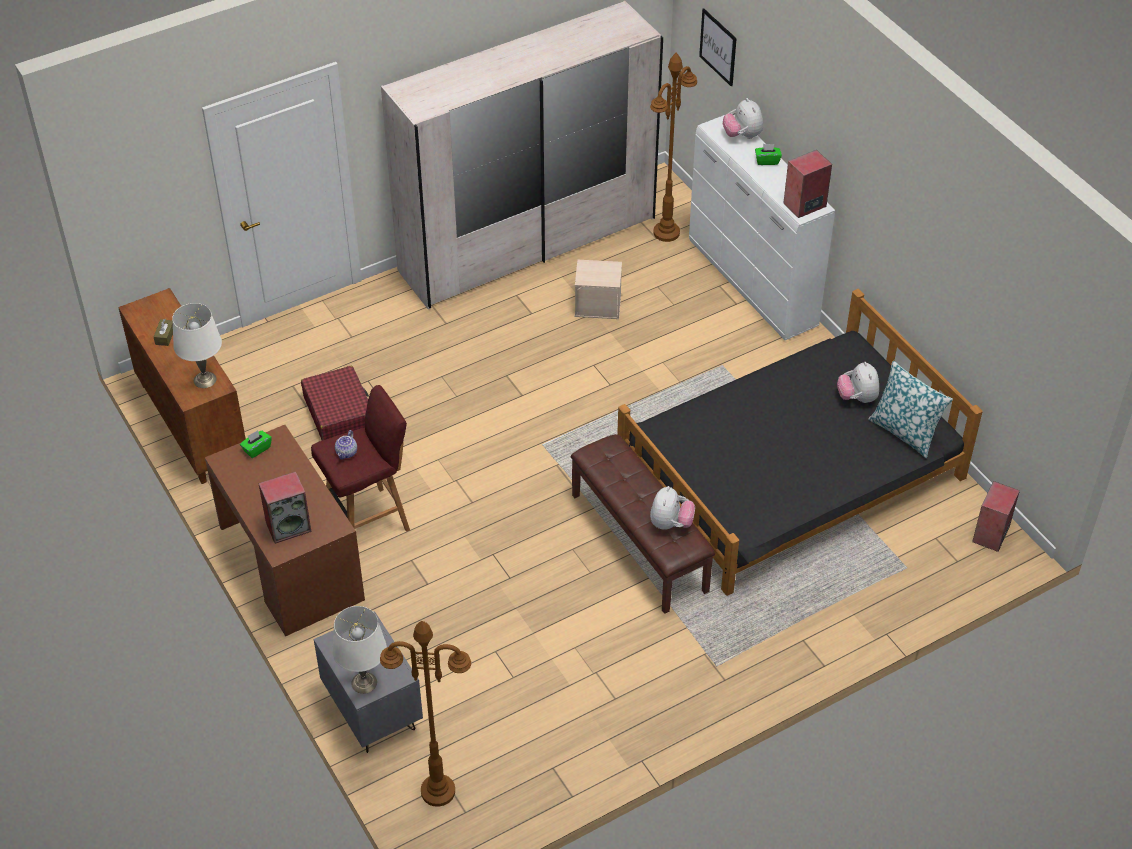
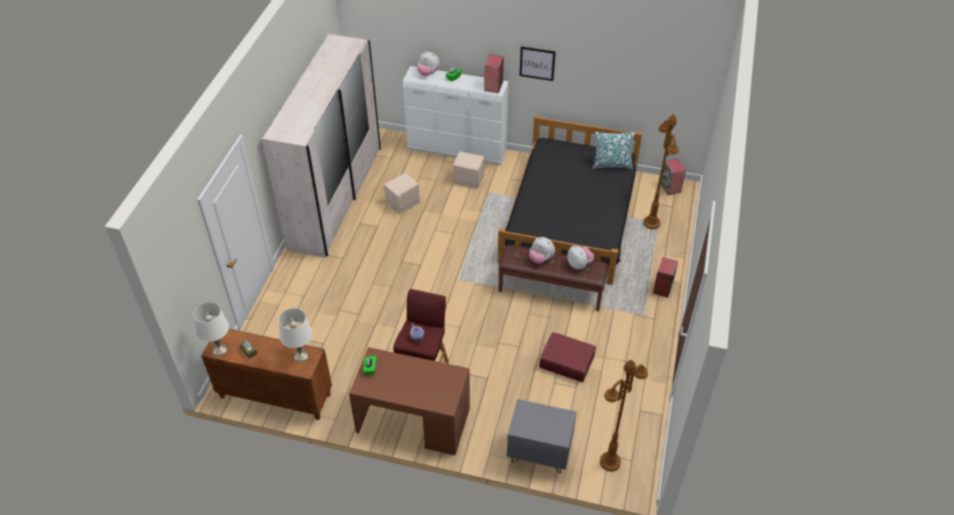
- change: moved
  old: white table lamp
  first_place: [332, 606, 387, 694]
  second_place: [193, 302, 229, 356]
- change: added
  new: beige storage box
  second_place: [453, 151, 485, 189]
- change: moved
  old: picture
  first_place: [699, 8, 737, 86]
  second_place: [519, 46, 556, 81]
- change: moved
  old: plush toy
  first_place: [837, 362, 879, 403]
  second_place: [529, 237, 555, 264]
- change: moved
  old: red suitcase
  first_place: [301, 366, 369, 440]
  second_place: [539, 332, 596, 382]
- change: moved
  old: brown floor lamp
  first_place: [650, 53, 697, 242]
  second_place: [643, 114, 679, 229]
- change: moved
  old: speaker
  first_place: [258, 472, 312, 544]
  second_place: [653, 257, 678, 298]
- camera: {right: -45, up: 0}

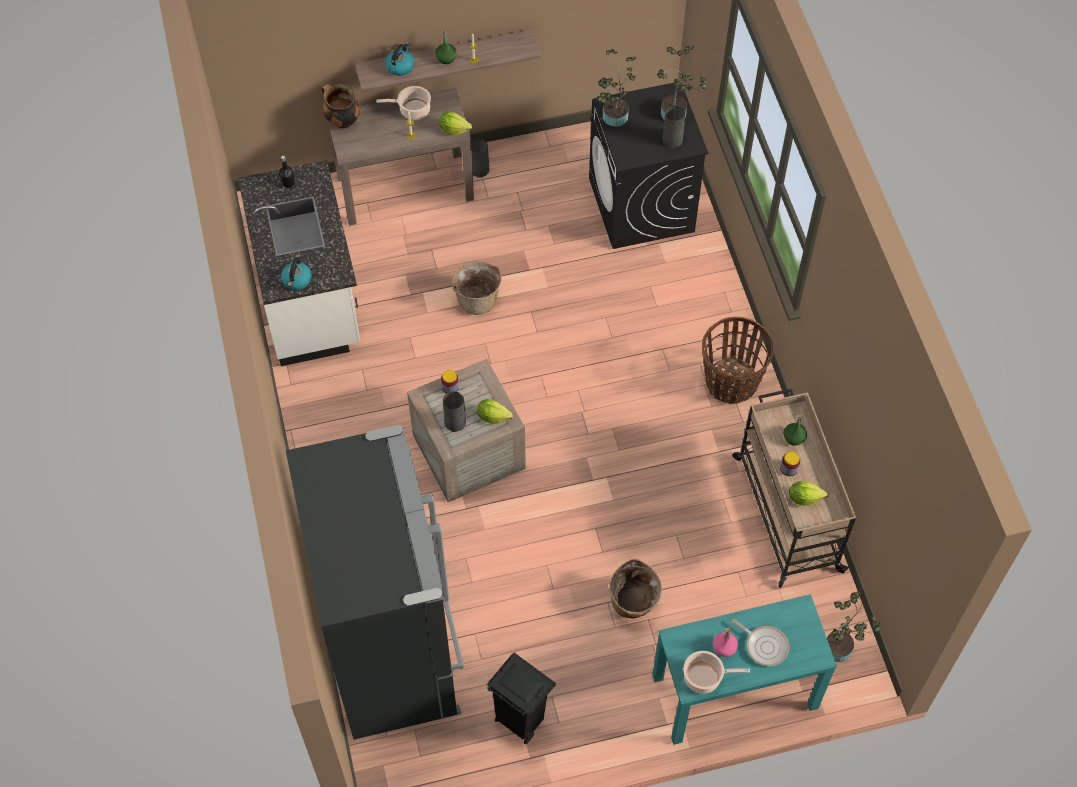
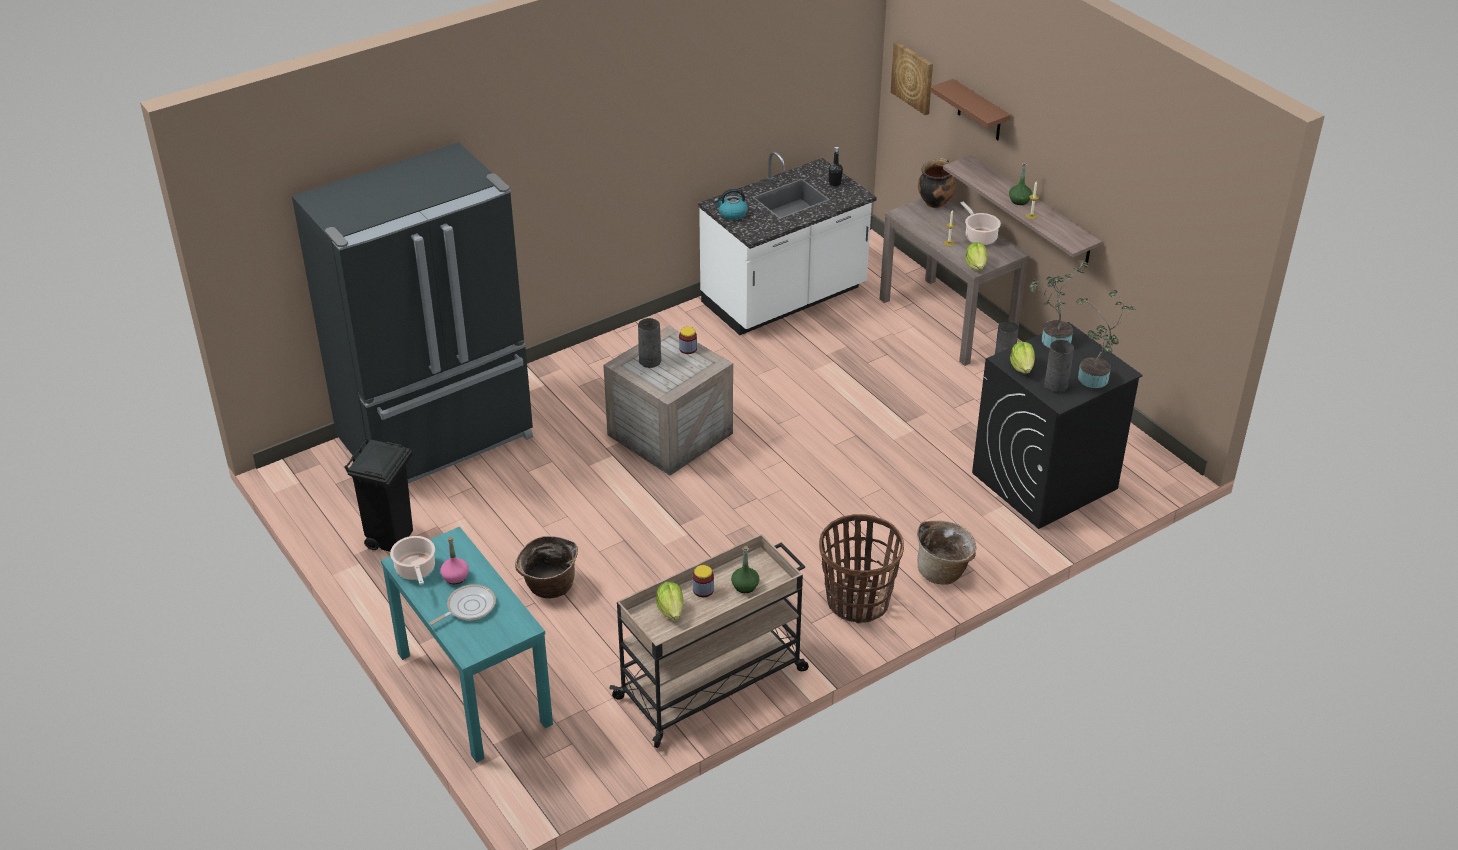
- change: turned
  old: frying pan
  first_place: [732, 619, 790, 666]
  second_place: [429, 584, 496, 625]
  degrees: -150
- change: added
  new: picture
  second_place: [891, 41, 933, 115]
- change: moved
  old: basket
  first_place: [452, 262, 502, 315]
  second_place: [917, 521, 977, 585]
- change: added
  new: brown shelf
  second_place: [930, 79, 1011, 140]
- change: moved
  old: lettuce
  first_place: [477, 399, 513, 424]
  second_place: [1010, 342, 1035, 373]
- change: removed
  old: kettle
  first_place: [385, 43, 414, 76]
- change: removed
  old: potted plant
  first_place: [827, 592, 880, 662]
- camera: {right: 70, up: -20}

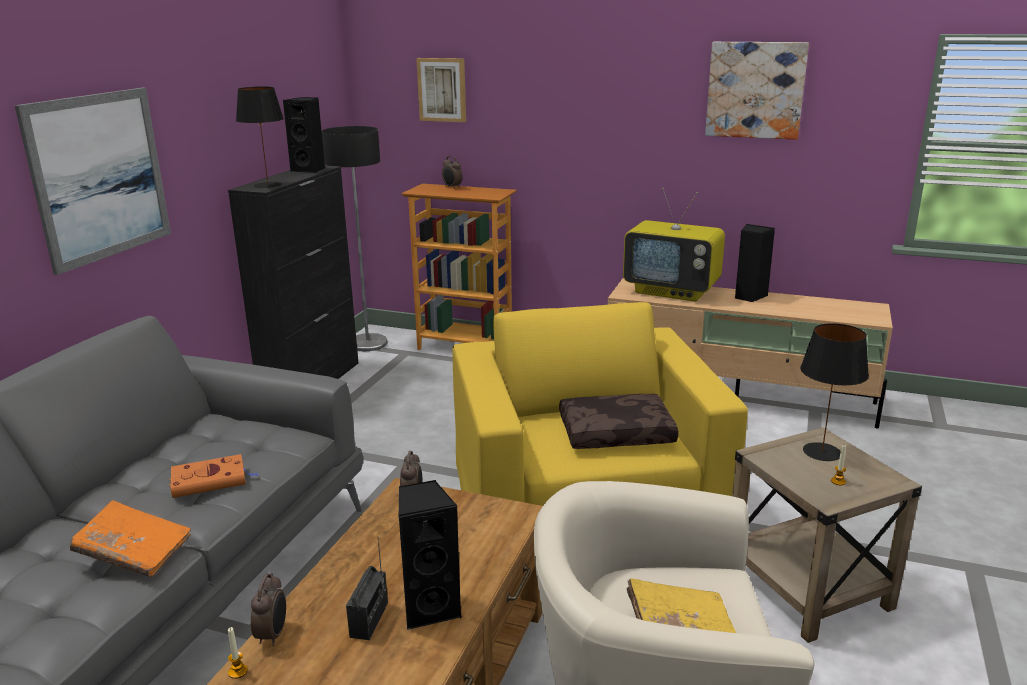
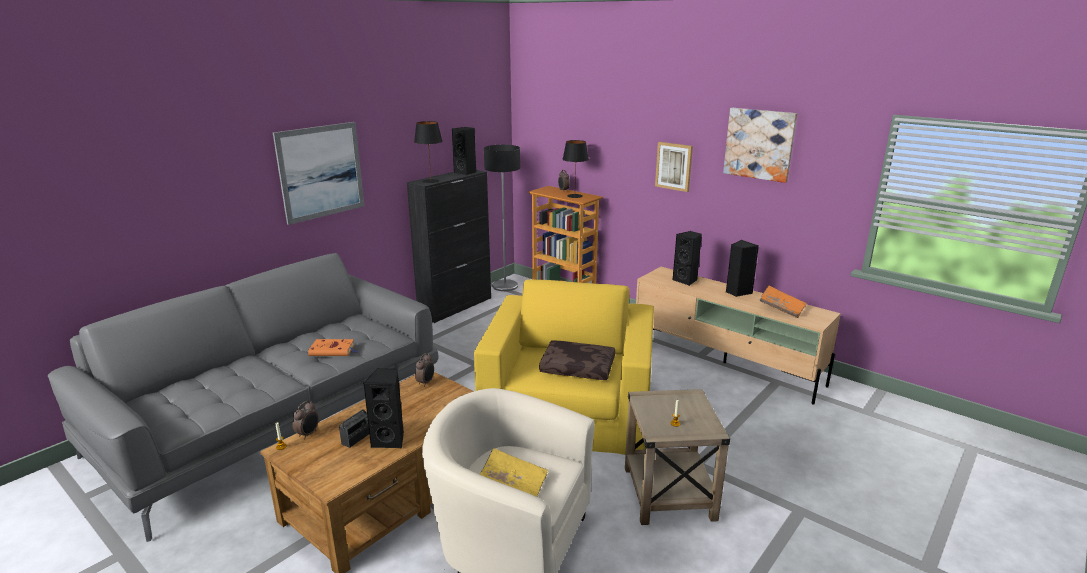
- change: moved
  old: black table lamp
  first_place: [800, 323, 869, 461]
  second_place: [563, 140, 589, 198]
- change: moved
  old: picture
  first_place: [416, 58, 466, 122]
  second_place: [655, 142, 693, 192]
- change: replaced
  old: television
  new: black speaker
  first_place: [623, 188, 725, 302]
  second_place: [673, 231, 702, 286]
- change: moved
  old: orange book
  first_place: [70, 500, 191, 577]
  second_place: [759, 286, 806, 318]
- camera: {right: 20, up: 0}

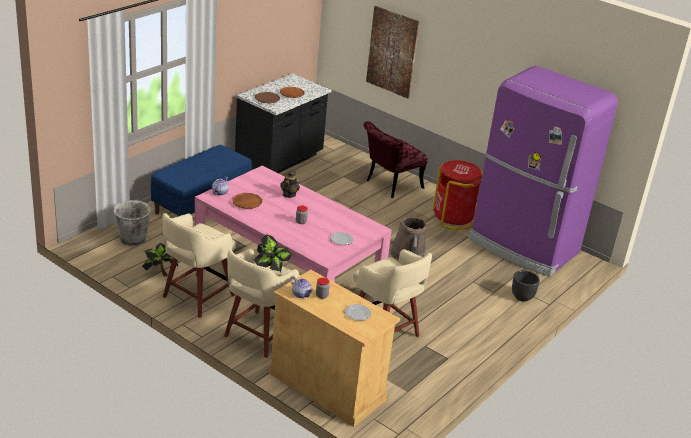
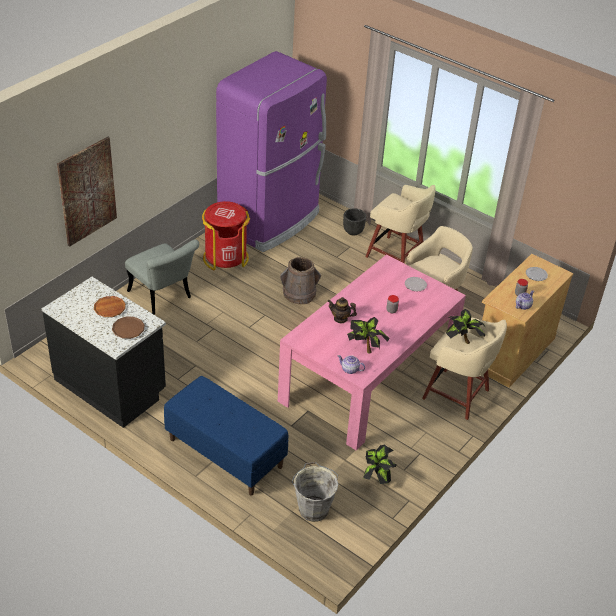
- change: recoloured
  old: red chair
  new: grey chair
  first_place: [363, 121, 428, 198]
  second_place: [125, 239, 199, 315]
- change: replaced
  old: brown plate
  new: potted plant
  first_place: [233, 193, 262, 209]
  second_place: [347, 317, 390, 353]
- change: moved
  old: beige stool
  first_place: [163, 213, 236, 318]
  second_place: [365, 185, 436, 264]
- camera: {right: -90, up: 10}

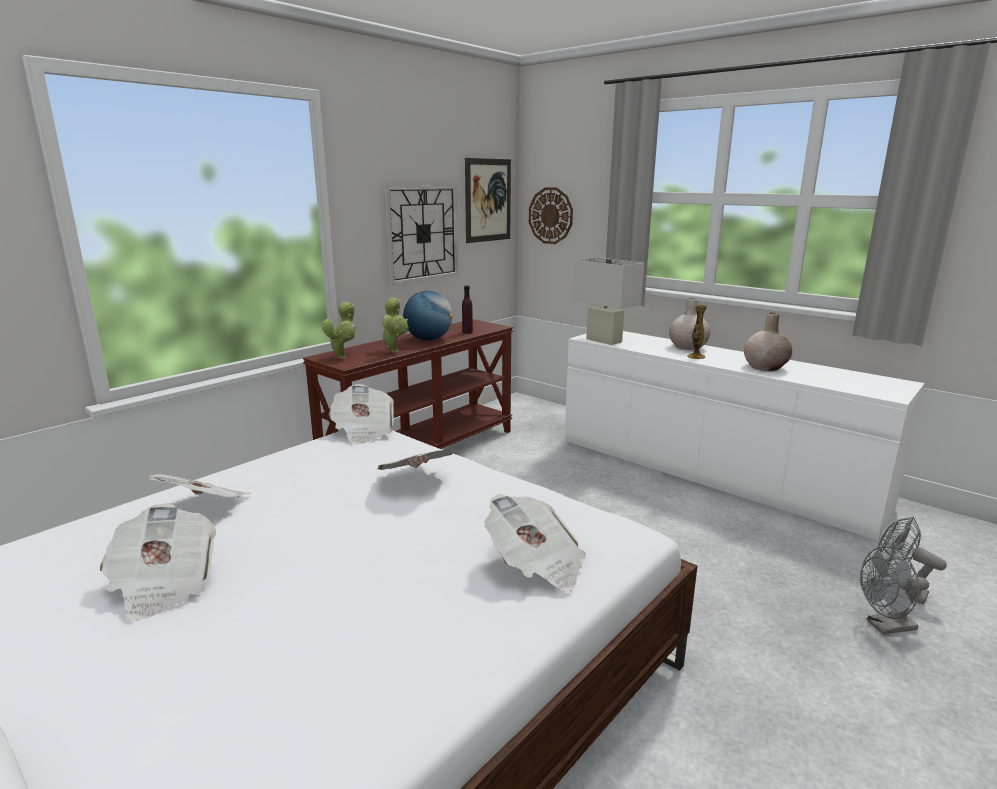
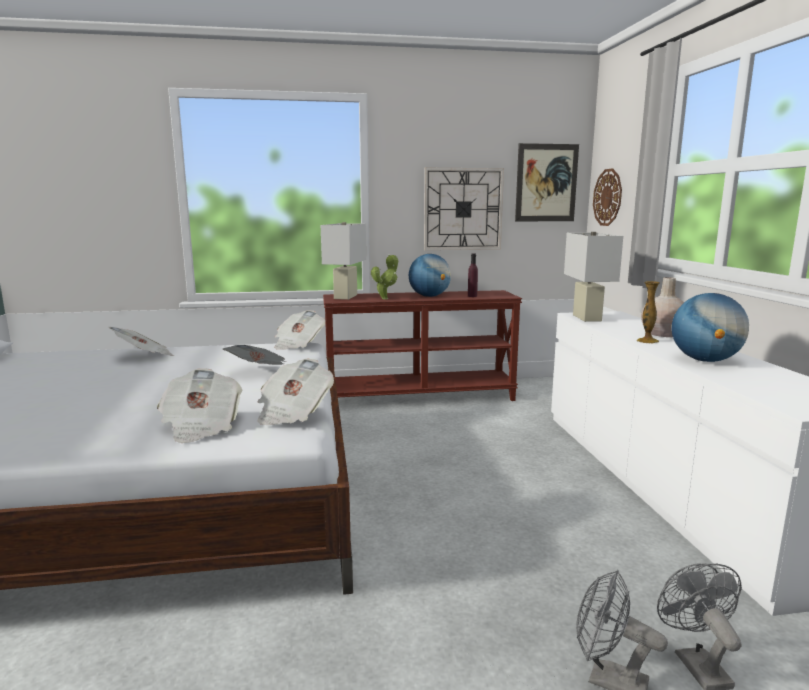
- change: moved
  old: newspaper
  first_place: [100, 503, 216, 621]
  second_place: [257, 359, 334, 425]
- change: replaced
  old: potted plant
  new: white table lamp
  first_place: [322, 302, 356, 359]
  second_place: [321, 222, 366, 300]
- change: replaced
  old: beige vase
  new: globe
  first_place: [744, 313, 792, 371]
  second_place: [672, 293, 749, 362]
- camera: {right: 40, up: -5}

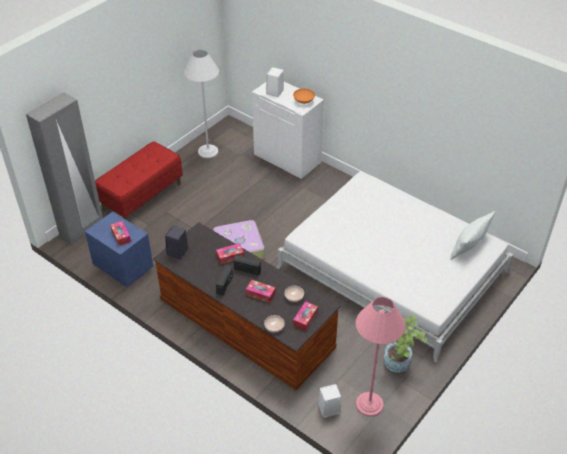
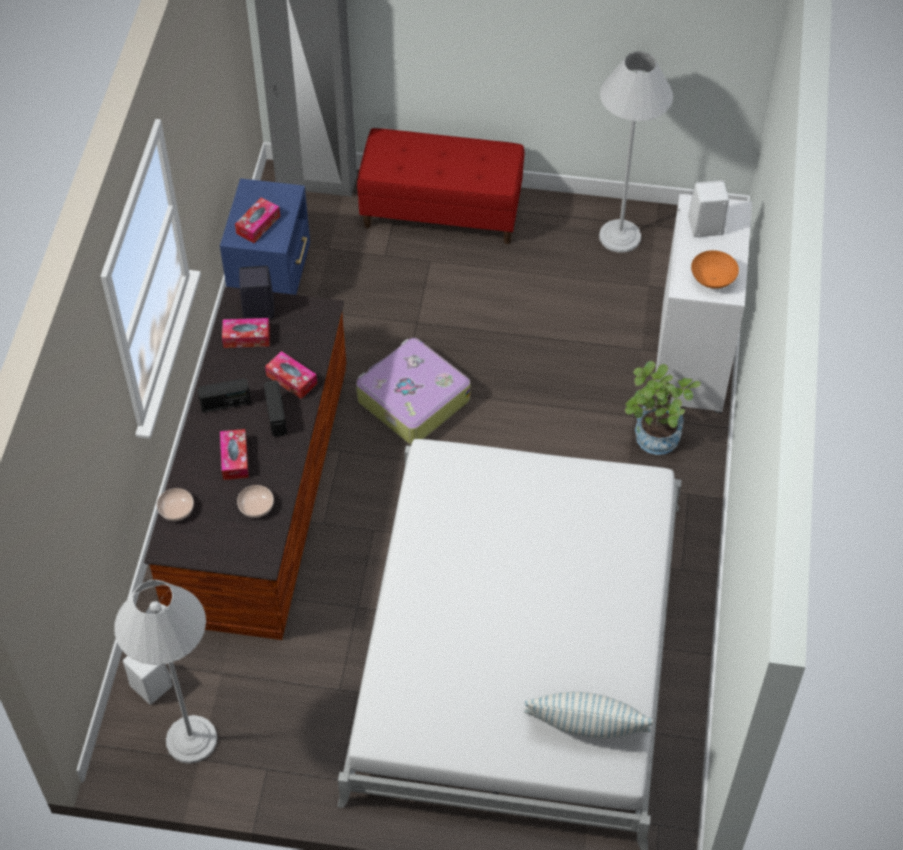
- change: recoloured
  old: pink floor lamp
  new: white floor lamp
  first_place: [356, 297, 405, 417]
  second_place: [114, 580, 217, 764]
- change: moved
  old: tissue box
  first_place: [293, 301, 318, 331]
  second_place: [222, 318, 270, 348]
- change: moved
  old: potted plant
  first_place: [384, 315, 428, 372]
  second_place: [625, 361, 701, 455]
- camera: {right: 60, up: 10}

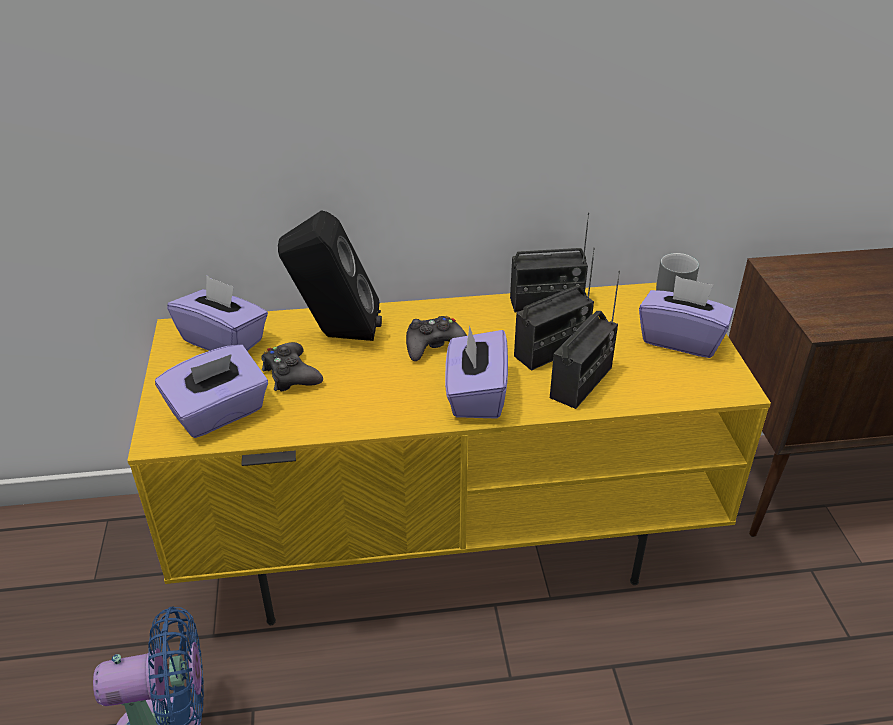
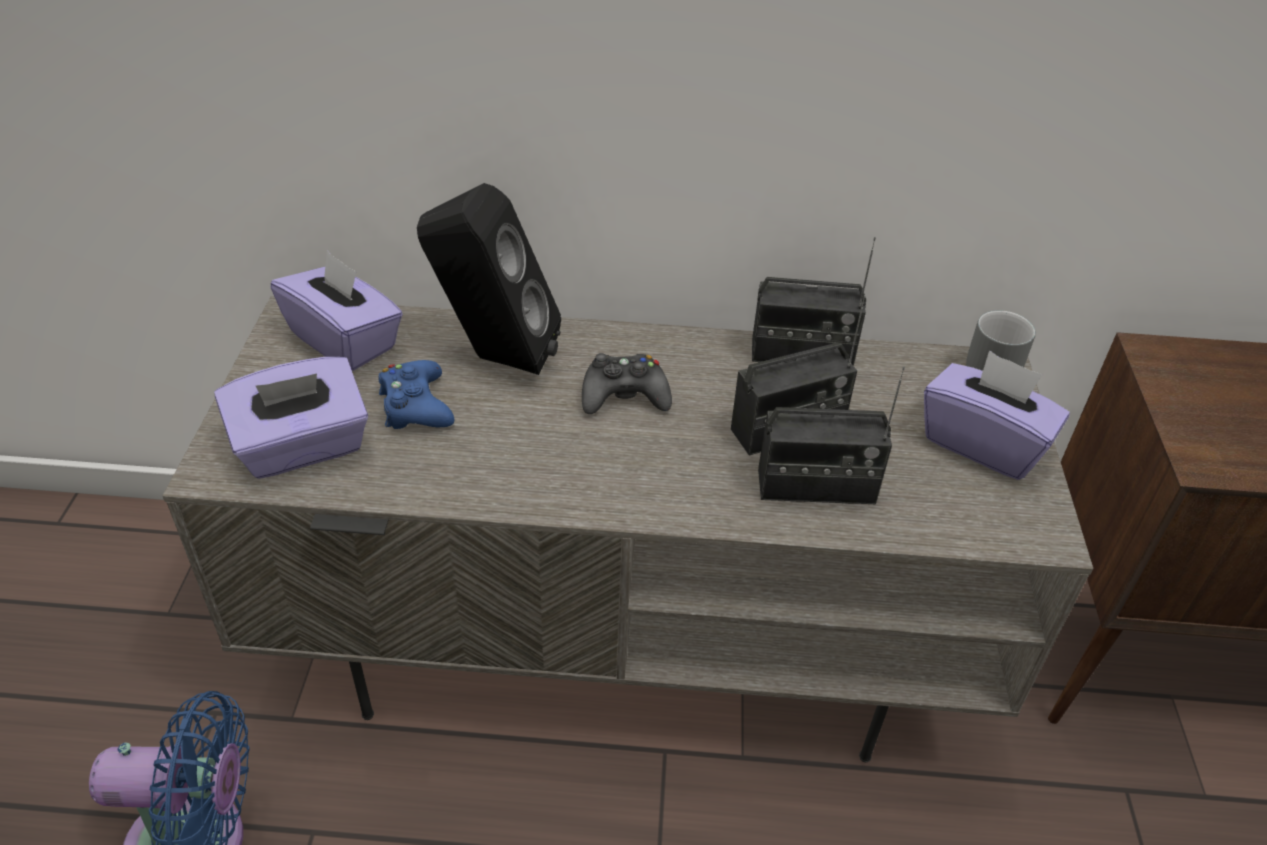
- change: recoloured
  old: yellow tv stand
  new: grey tv stand
  first_place: [127, 283, 771, 625]
  second_place: [163, 296, 1093, 762]
- change: recoloured
  old: black game controller
  new: blue game controller
  first_place: [262, 342, 323, 392]
  second_place: [378, 360, 454, 429]
- change: turned
  old: radio
  first_place: [550, 270, 620, 409]
  second_place: [758, 366, 905, 504]
  degrees: 45
- change: removed
  old: purple tissue box
  first_place: [445, 325, 508, 419]
- camera: {right: 10, up: 5}

